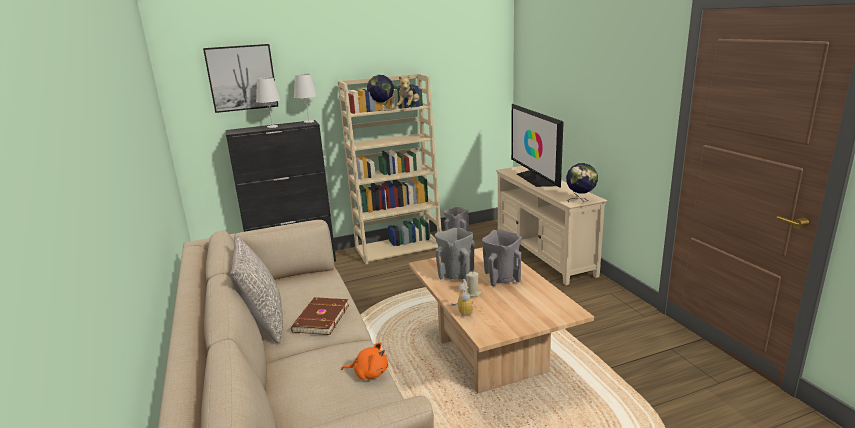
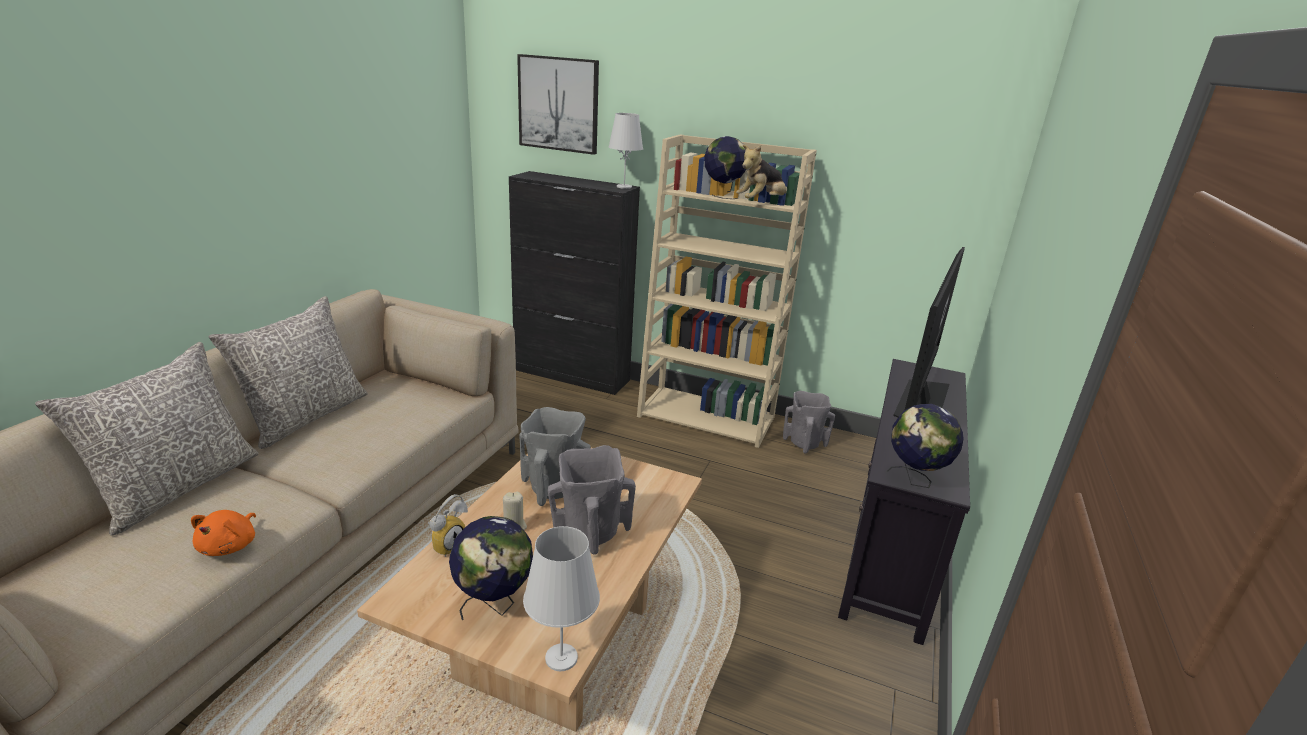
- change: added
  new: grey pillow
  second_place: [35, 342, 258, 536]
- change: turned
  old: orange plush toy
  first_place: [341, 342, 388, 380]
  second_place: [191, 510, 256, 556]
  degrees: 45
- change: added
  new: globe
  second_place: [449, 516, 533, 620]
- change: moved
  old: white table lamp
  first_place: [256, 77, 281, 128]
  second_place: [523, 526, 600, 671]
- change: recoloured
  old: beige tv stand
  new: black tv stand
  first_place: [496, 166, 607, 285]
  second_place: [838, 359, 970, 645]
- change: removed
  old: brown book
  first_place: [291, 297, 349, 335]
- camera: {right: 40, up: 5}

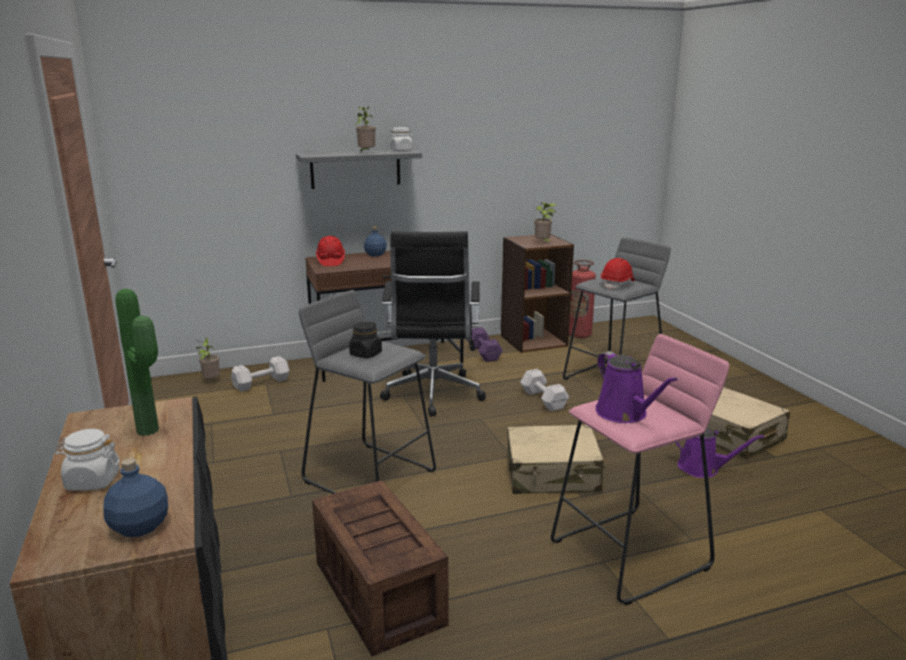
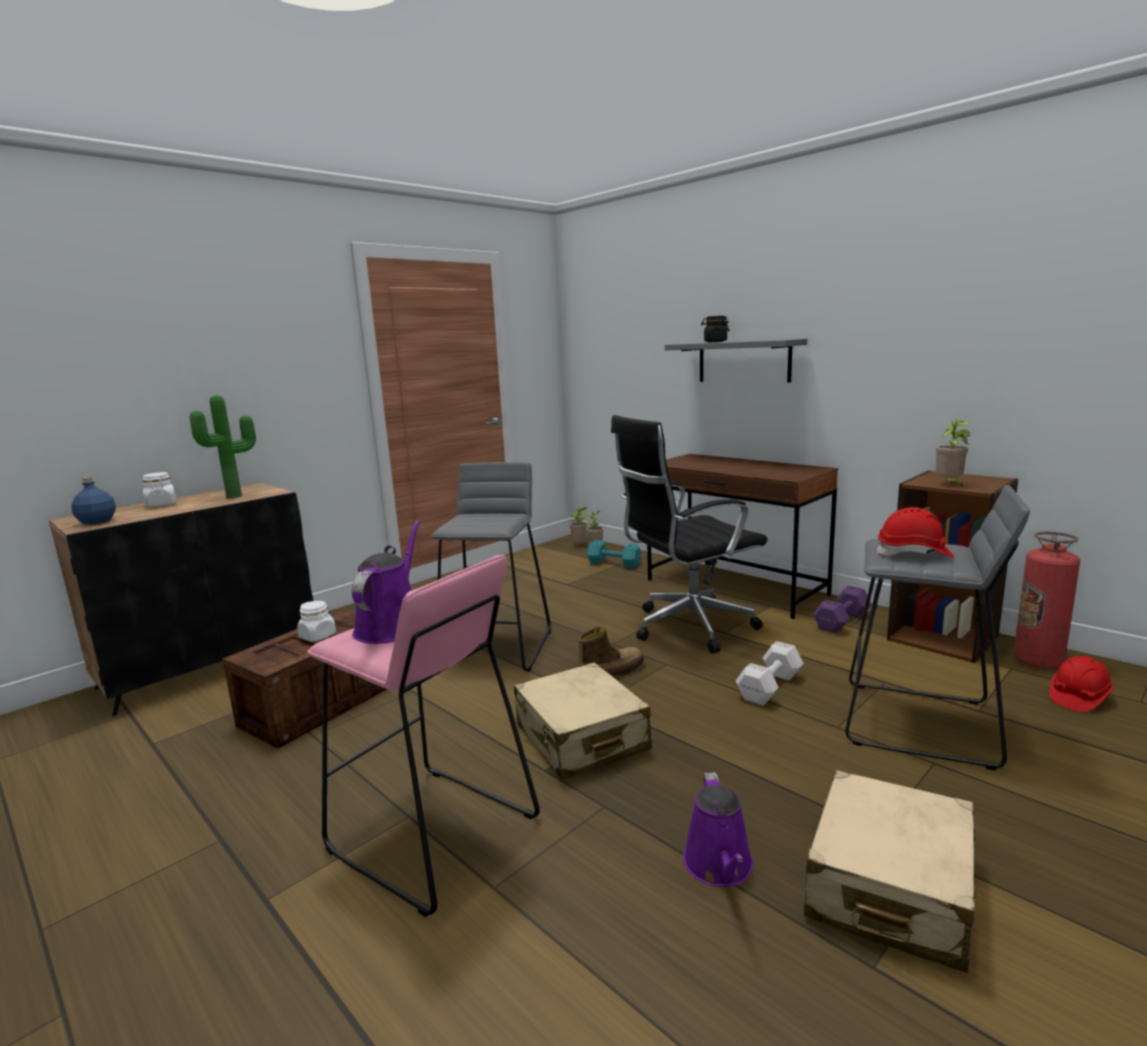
- change: moved
  old: white jar
  first_place: [389, 128, 413, 151]
  second_place: [297, 601, 336, 642]
- change: turned
  old: purple watering can
  first_place: [595, 351, 678, 423]
  second_place: [352, 520, 420, 644]
  degrees: 150
- change: moved
  old: potted plant
  first_place: [355, 106, 376, 151]
  second_place: [569, 506, 587, 542]
- change: added
  new: boot
  second_place: [578, 627, 644, 676]
- change: recoloured
  old: white dumbbell
  new: turquoise dumbbell
  first_place: [231, 356, 289, 392]
  second_place: [587, 540, 641, 568]
- change: moved
  old: black jar
  first_place: [349, 322, 382, 358]
  second_place: [701, 316, 730, 342]
- change: moved
  old: red hard hat
  first_place: [316, 236, 345, 266]
  second_place: [1049, 656, 1114, 712]
- change: removed
  old: blue bottle
  first_place: [364, 227, 387, 256]
- camera: {right: 65, up: -5}

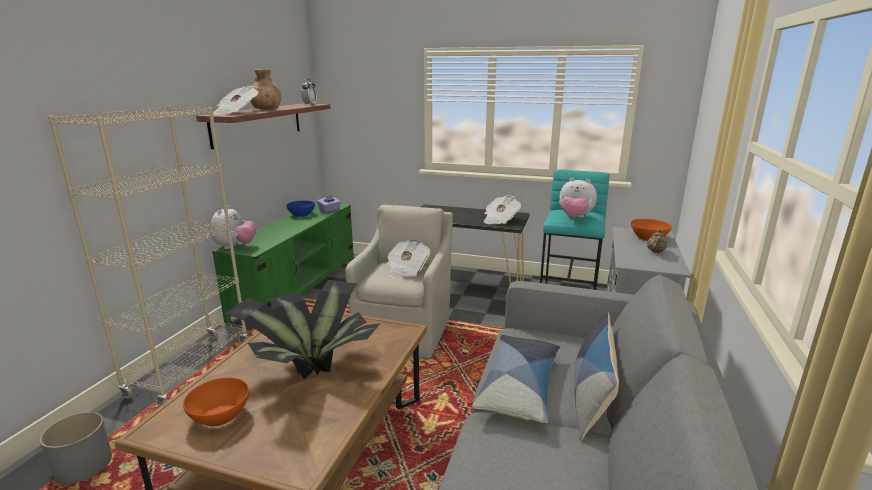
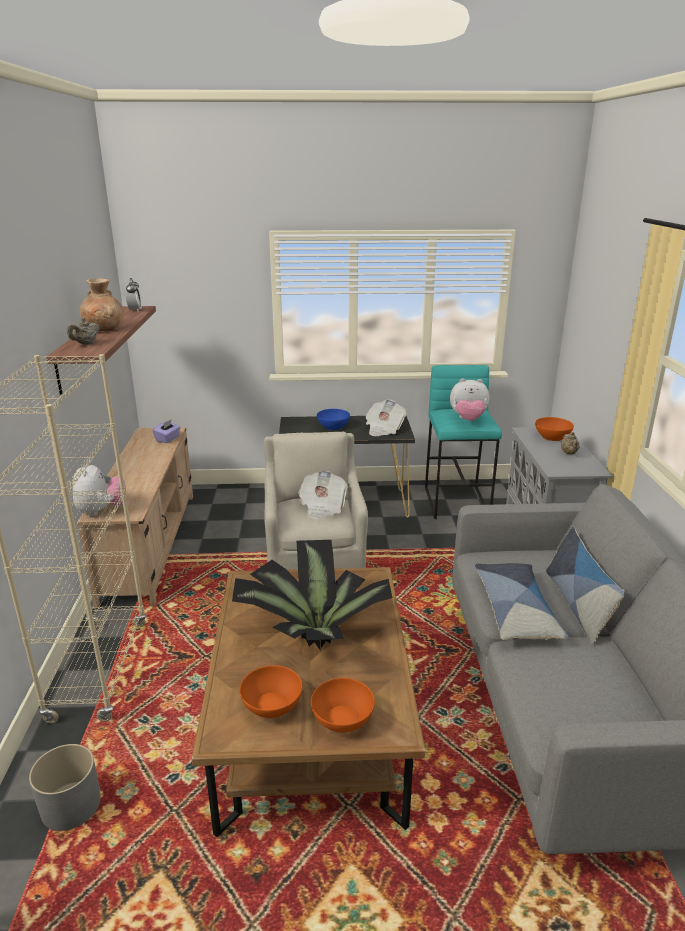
- change: replaced
  old: newspaper
  new: beige teapot
  first_place: [213, 86, 259, 115]
  second_place: [67, 318, 99, 345]
- change: recoloured
  old: green tv stand
  new: beige tv stand
  first_place: [212, 202, 354, 325]
  second_place: [77, 427, 193, 607]
- change: added
  new: orange bowl
  second_place: [311, 678, 375, 733]
- change: moved
  old: blue bowl
  first_place: [286, 201, 315, 217]
  second_place: [317, 409, 350, 430]
- camera: {right: -20, up: 5}

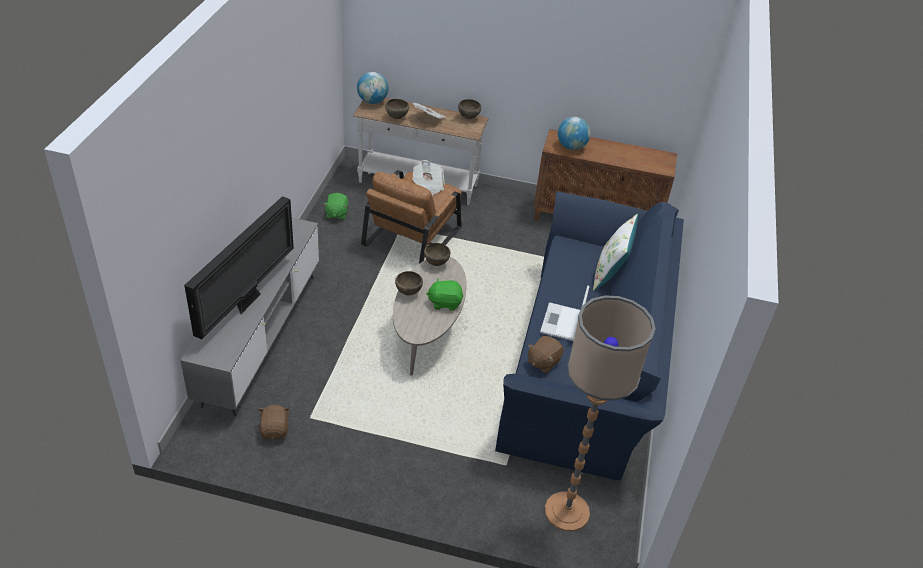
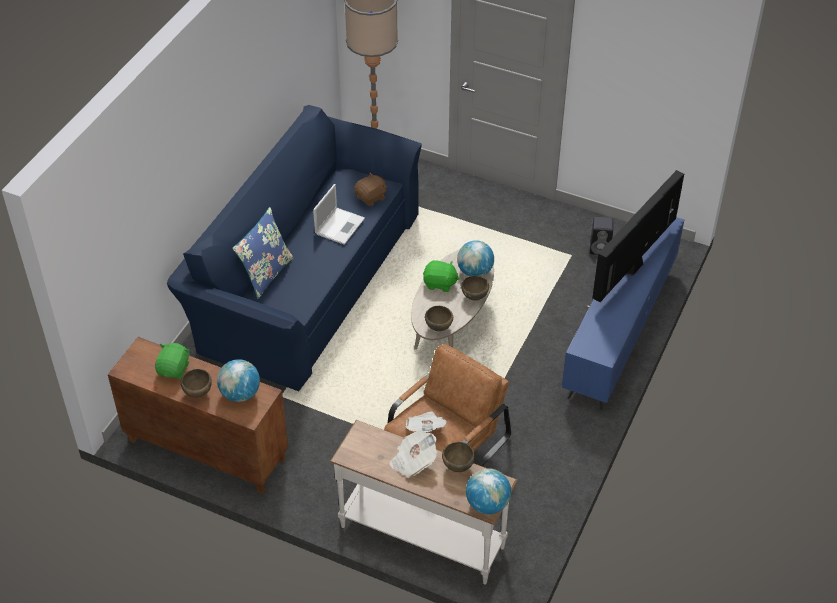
- change: moved
  old: green plush toy
  first_place: [323, 193, 348, 220]
  second_place: [155, 343, 190, 379]
- change: moved
  old: brown bowl
  first_place: [458, 99, 481, 119]
  second_place: [181, 369, 212, 398]
- change: recoloured
  old: white pillow
  new: blue pillow
  first_place: [593, 214, 638, 291]
  second_place: [232, 207, 294, 299]
- change: added
  new: globe
  second_place: [457, 240, 494, 277]
- change: recoloured
  old: grey tv stand
  new: blue tv stand
  first_place: [181, 218, 320, 416]
  second_place: [562, 217, 684, 410]
- change: replaced
  old: brown plush toy
  new: black speaker
  first_place: [258, 405, 290, 439]
  second_place: [590, 217, 613, 255]
- camera: {right: -165, up: 5}

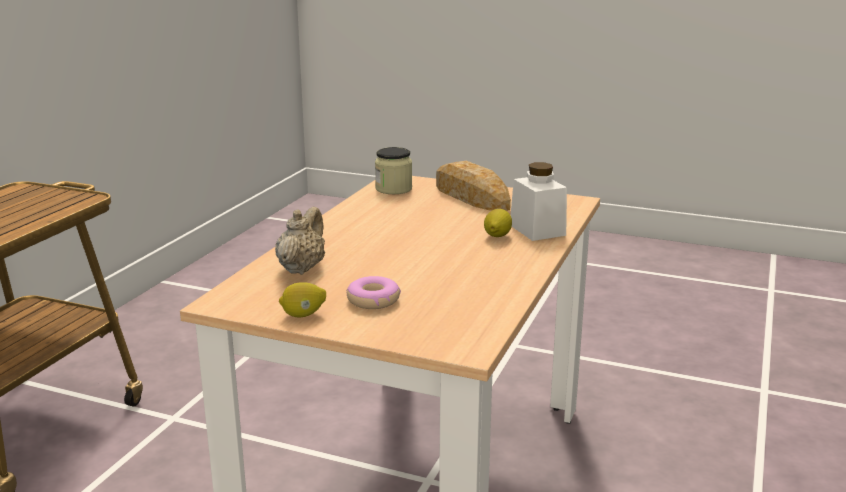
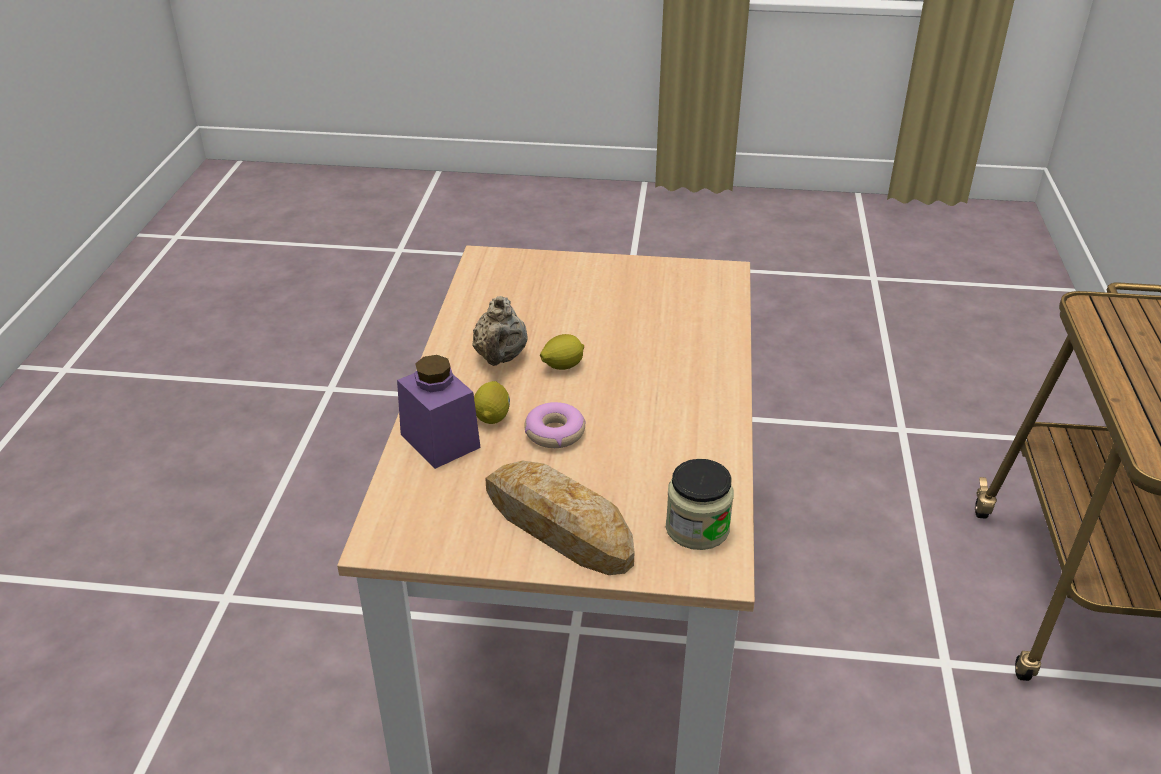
- change: recoloured
  old: white jar
  new: purple jar
  first_place: [511, 162, 567, 241]
  second_place: [397, 355, 481, 469]
- change: moved
  old: beige teapot
  first_place: [275, 207, 325, 275]
  second_place: [472, 296, 527, 366]
- change: moved
  old: donut
  first_place: [346, 276, 401, 309]
  second_place: [524, 402, 586, 448]
- change: moved
  old: lemon
  first_place: [279, 282, 326, 317]
  second_place: [540, 334, 584, 370]
- camera: {right: 165, up: 15}

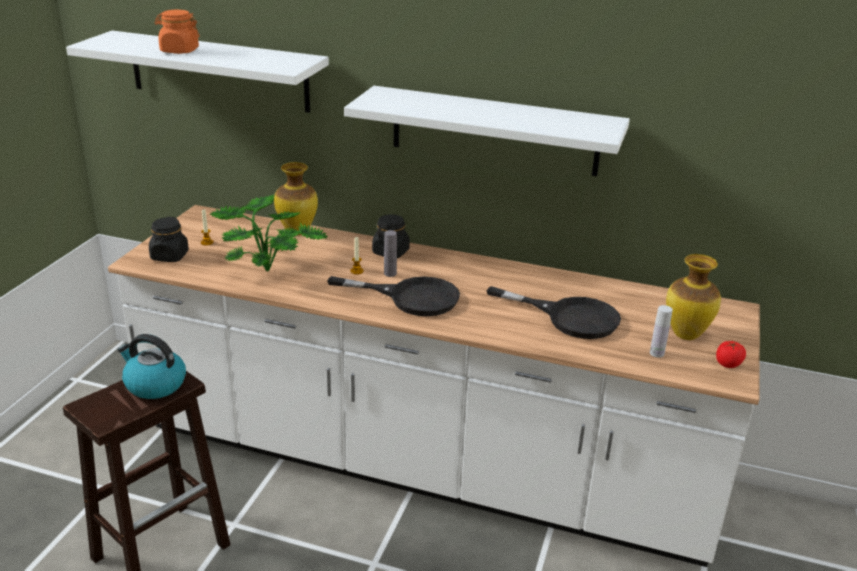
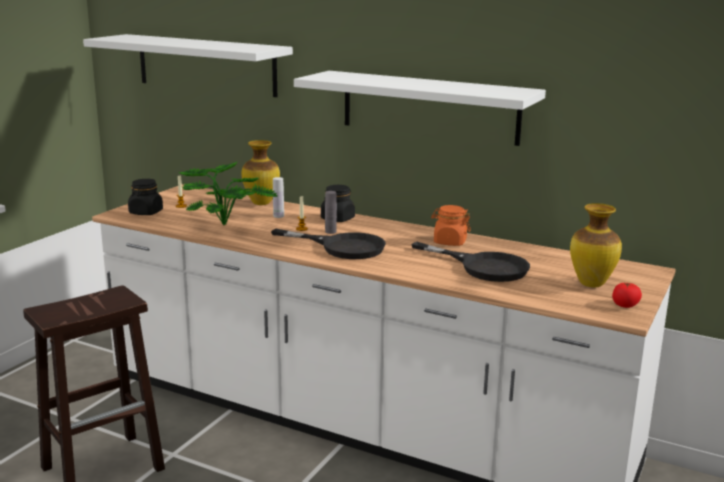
- change: moved
  old: white bottle
  first_place: [650, 305, 673, 358]
  second_place: [273, 177, 284, 218]
- change: moved
  old: orange jar
  first_place: [155, 10, 200, 54]
  second_place: [431, 205, 471, 246]
- change: removed
  old: kettle
  first_place: [117, 334, 186, 399]
- camera: {right: 10, up: -10}

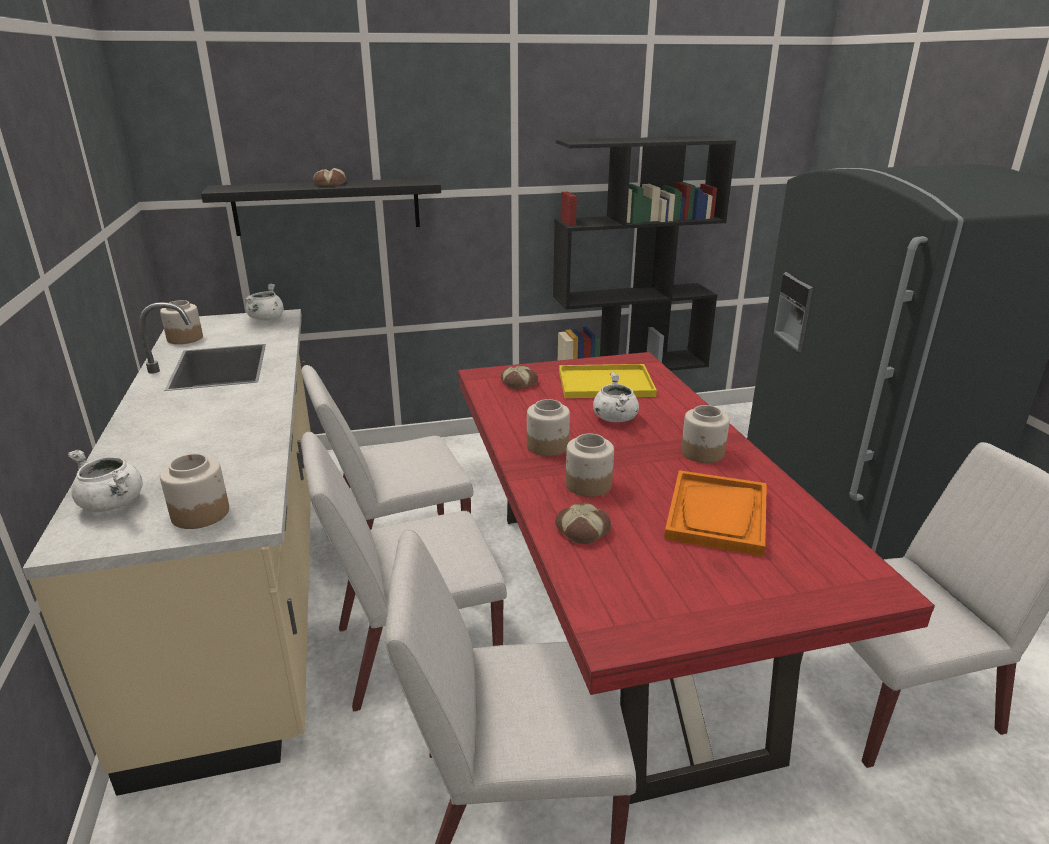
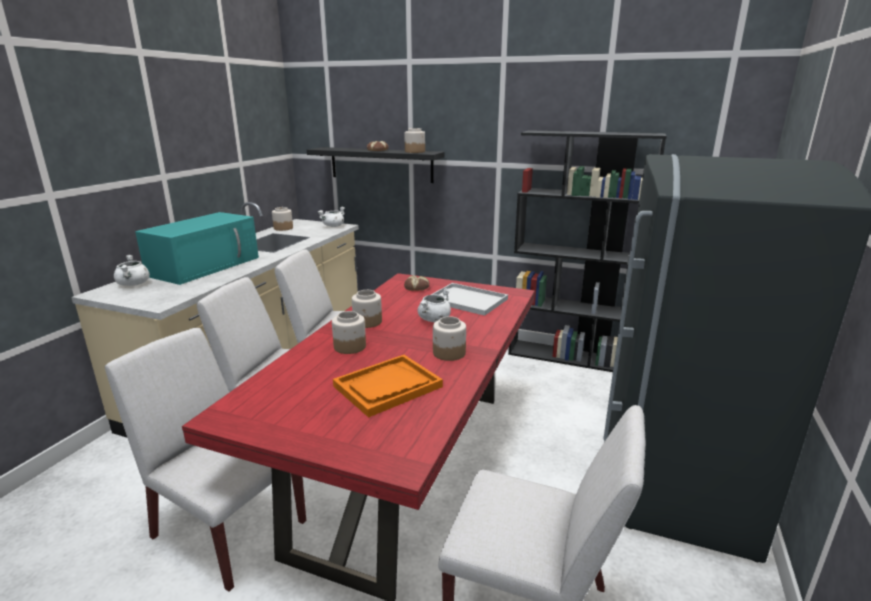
- change: added
  new: turquoise microwave
  second_place: [135, 212, 259, 285]
- change: moved
  old: jar
  first_place: [160, 454, 229, 529]
  second_place: [404, 128, 425, 153]
- change: recoloured
  old: yellow tray
  new: white tray
  first_place: [559, 364, 657, 398]
  second_place: [431, 283, 508, 316]
- change: removed
  old: bread
  first_place: [555, 503, 611, 544]
- camera: {right: 35, up: -5}

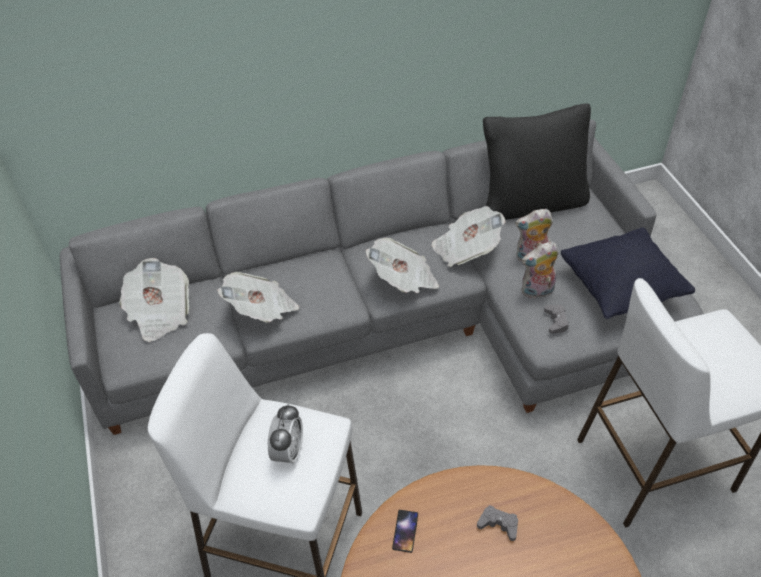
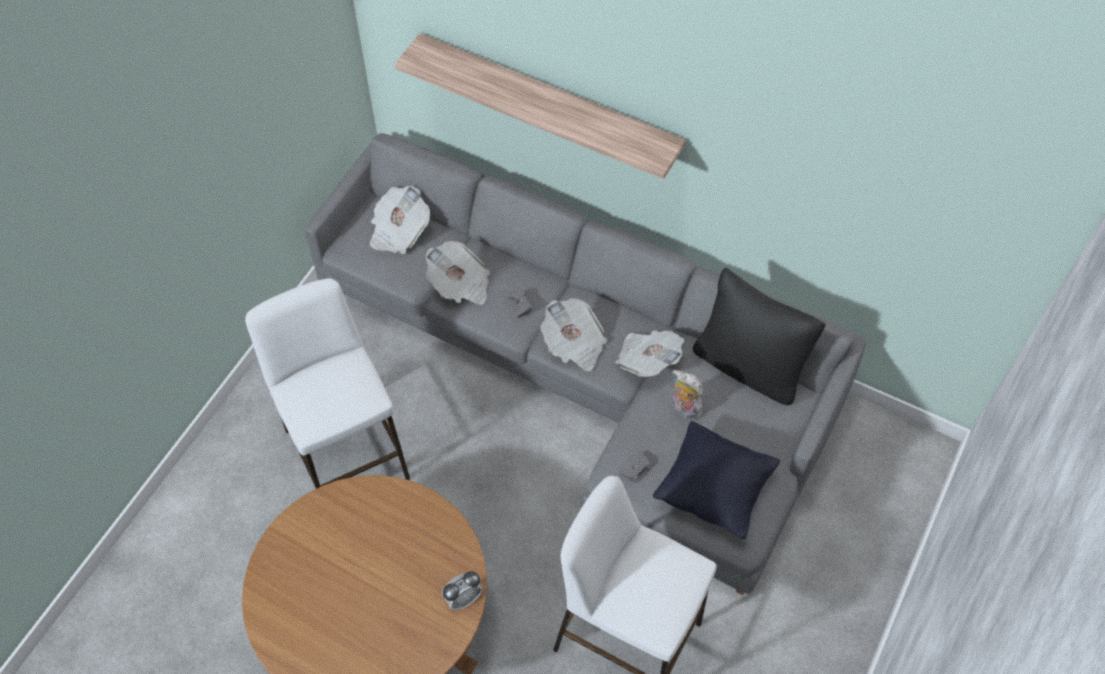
- change: added
  new: shelf
  second_place: [395, 33, 686, 179]
- change: moved
  old: alarm clock
  first_place: [268, 404, 303, 465]
  second_place: [442, 571, 482, 611]
- change: moved
  old: grey game controller
  first_place: [477, 505, 518, 541]
  second_place: [507, 290, 532, 318]
- change: removed
  old: phone
  first_place: [392, 510, 418, 553]
- change: removed
  old: plush toy
  first_place: [522, 242, 559, 299]
- camera: {right: 45, up: 10}

